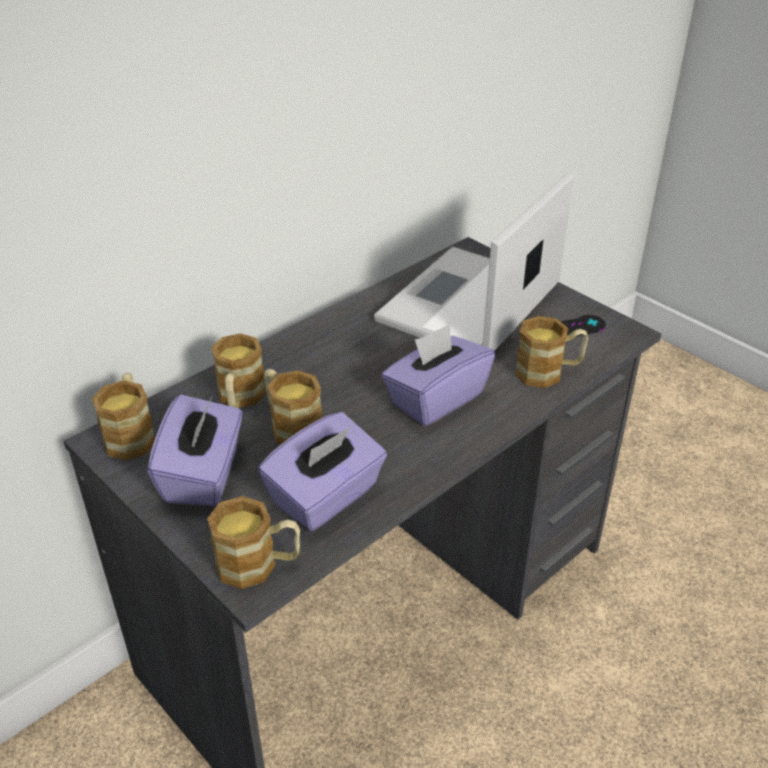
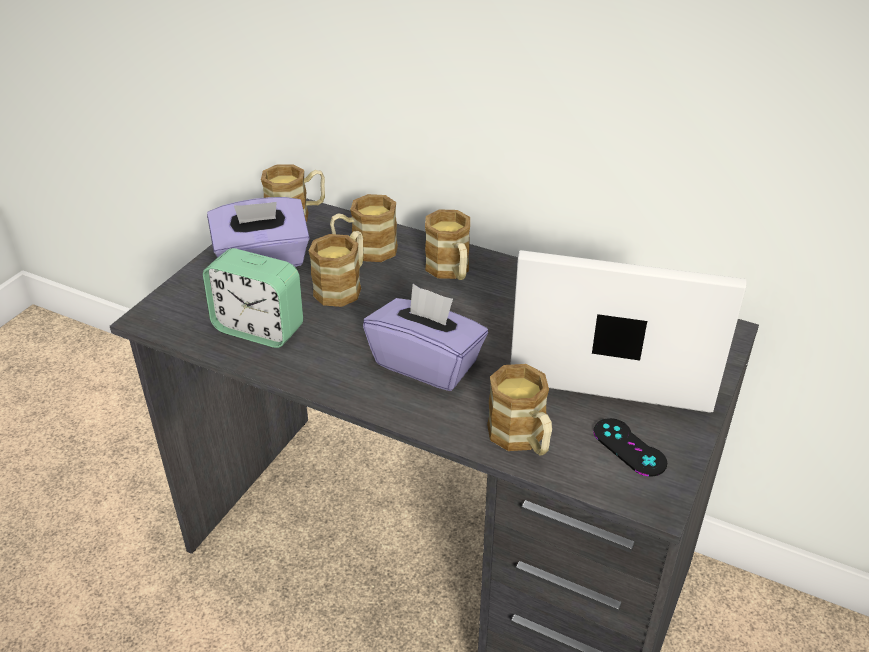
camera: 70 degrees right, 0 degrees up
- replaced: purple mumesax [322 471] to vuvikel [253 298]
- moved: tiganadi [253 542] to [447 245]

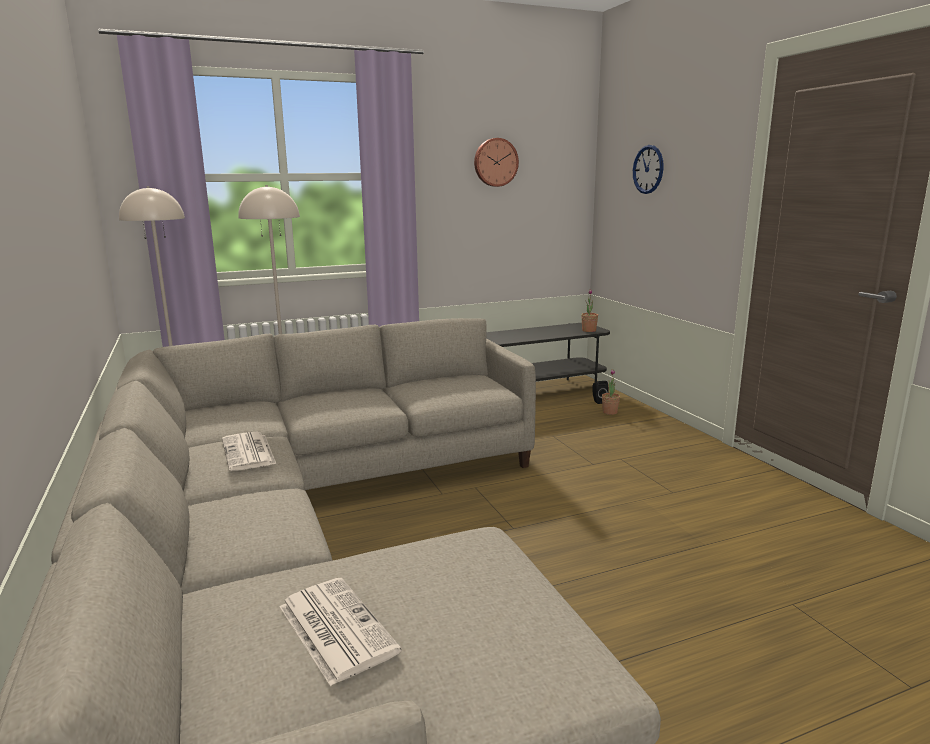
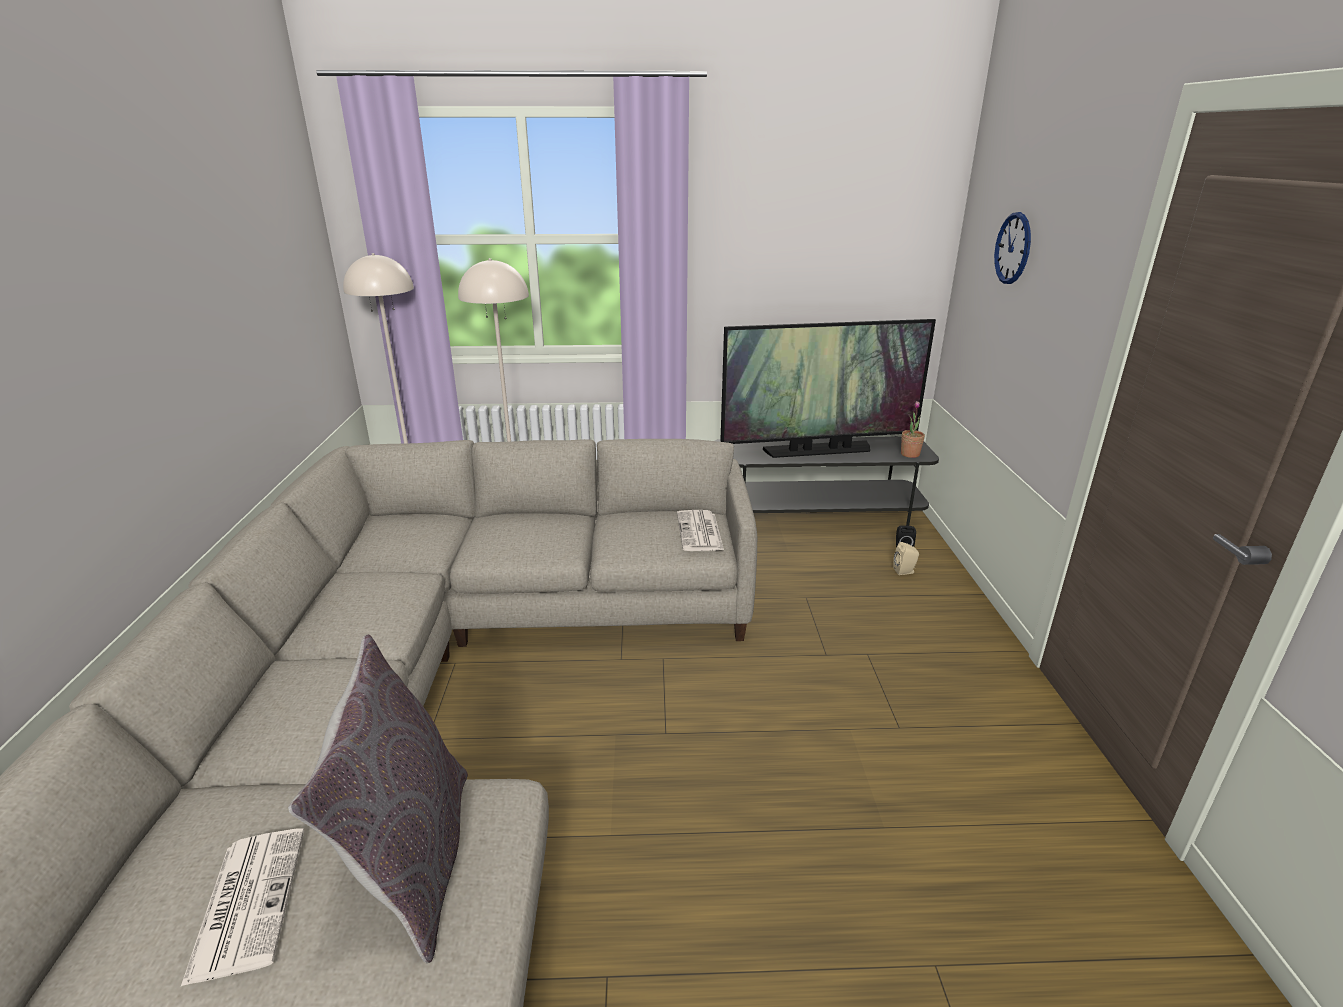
camera: 20 degrees right, 10 degrees up
- removed: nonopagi [496 162]
- replaced: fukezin [611 392] to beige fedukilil [906 558]
- moved: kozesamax [249 451] to [700 530]
- added: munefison [828 388]
- added: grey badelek [378 798]

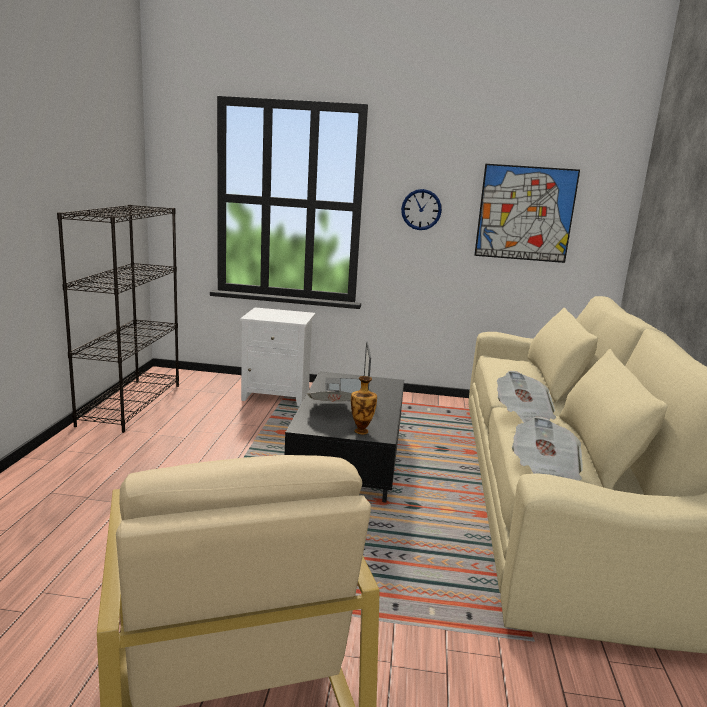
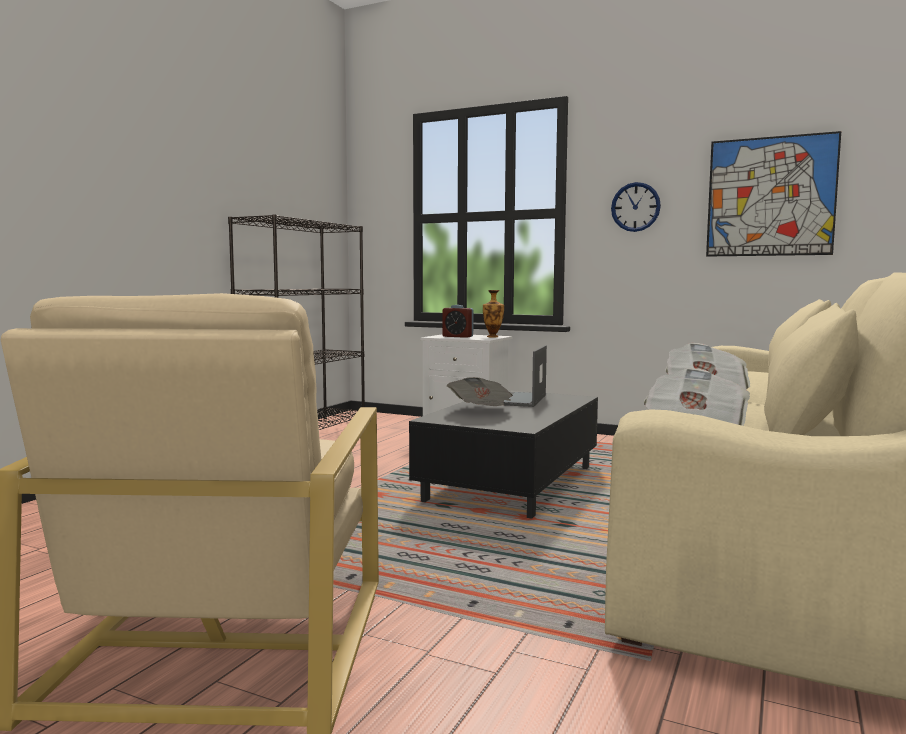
camera: 20 degrees right, 10 degrees down
- moved: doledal [364 405] to [493 313]
- added: vuvikel [458 321]

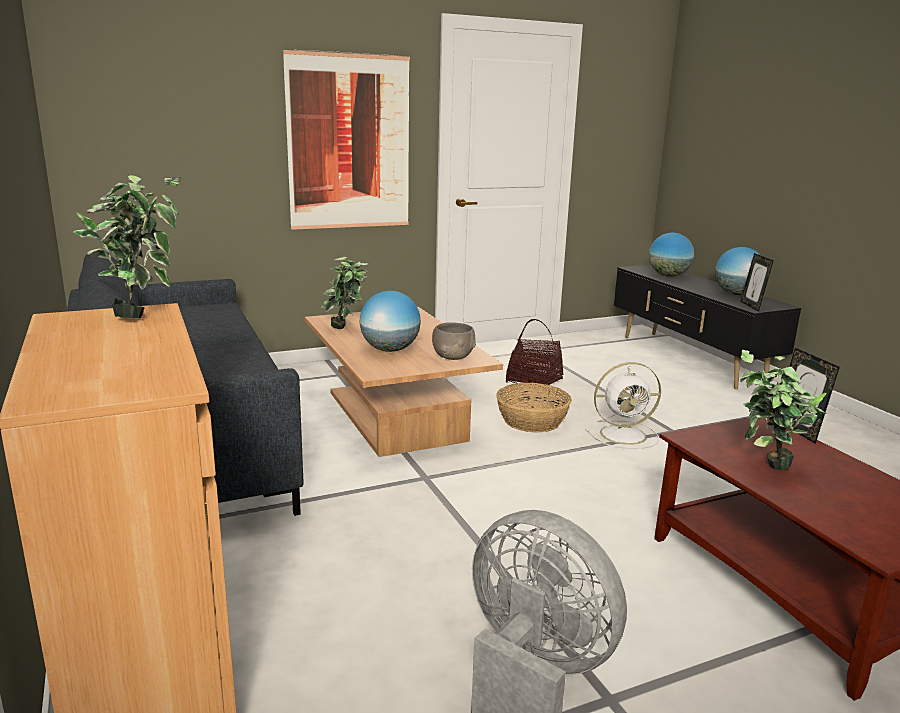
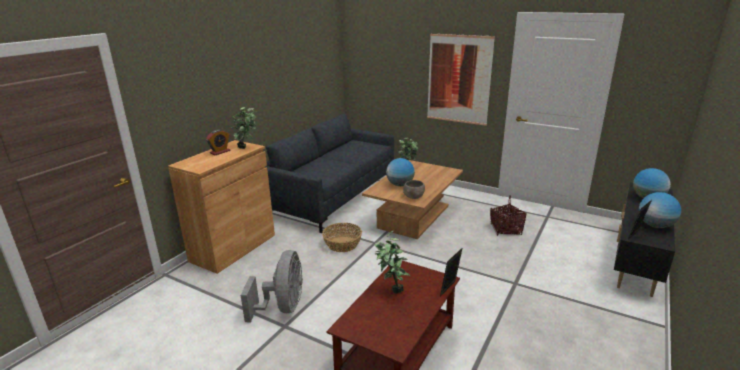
camera: 55 degrees right, 5 degrees up
- removed: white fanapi [623 405]
- moved: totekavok [534 408] to [342 237]
- added: vuvikel [218 142]

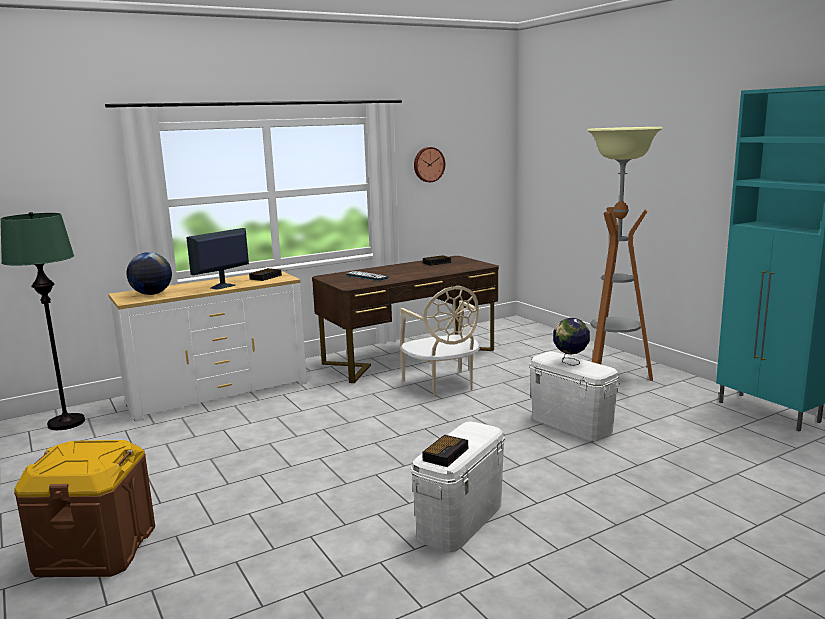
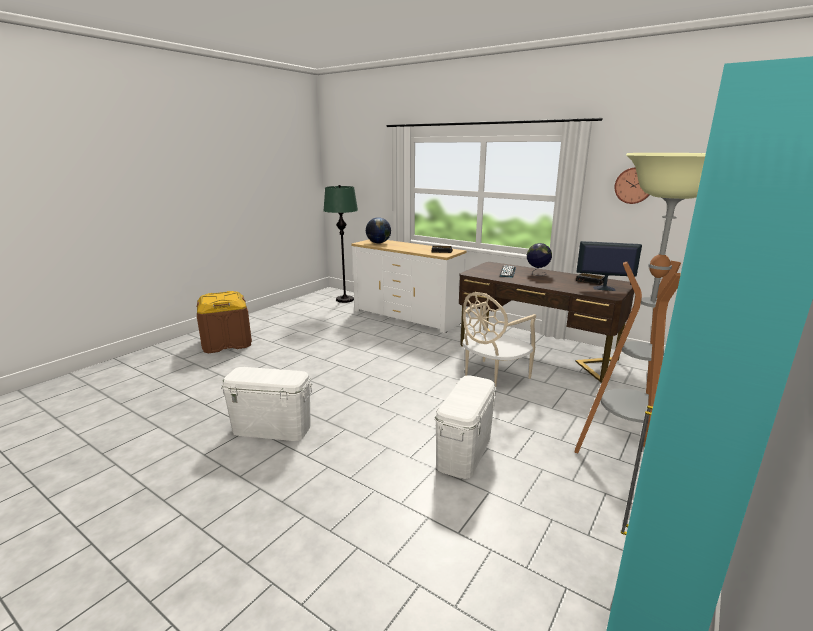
camera: 65 degrees right, 5 degrees up
- moved: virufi [217 259] to [609 266]
- moved: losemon [571 342] to [539 259]
- removed: vuvikel [445 451]

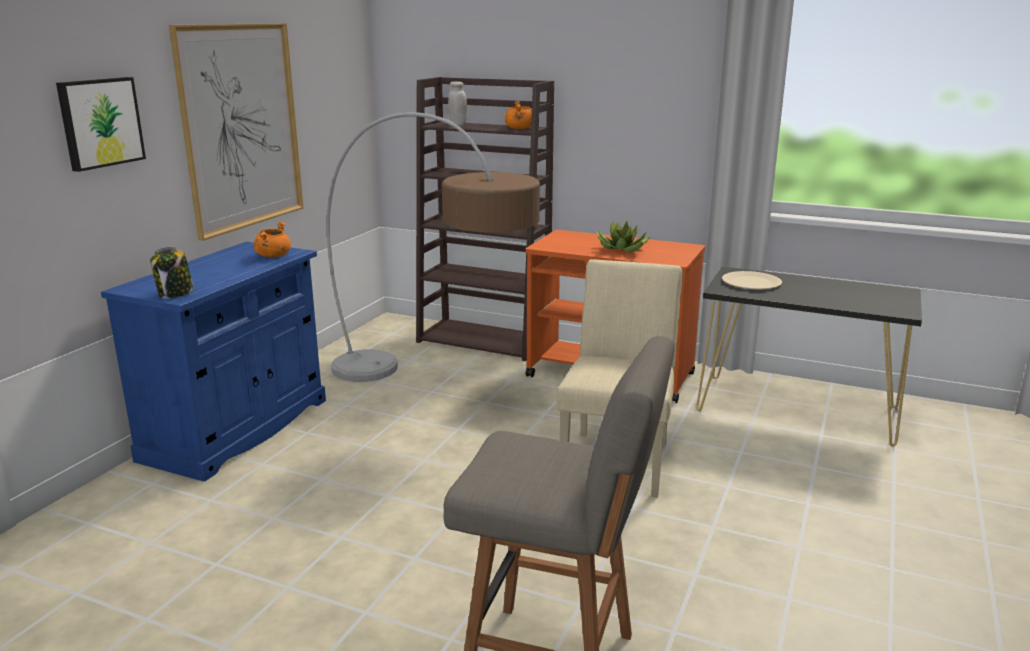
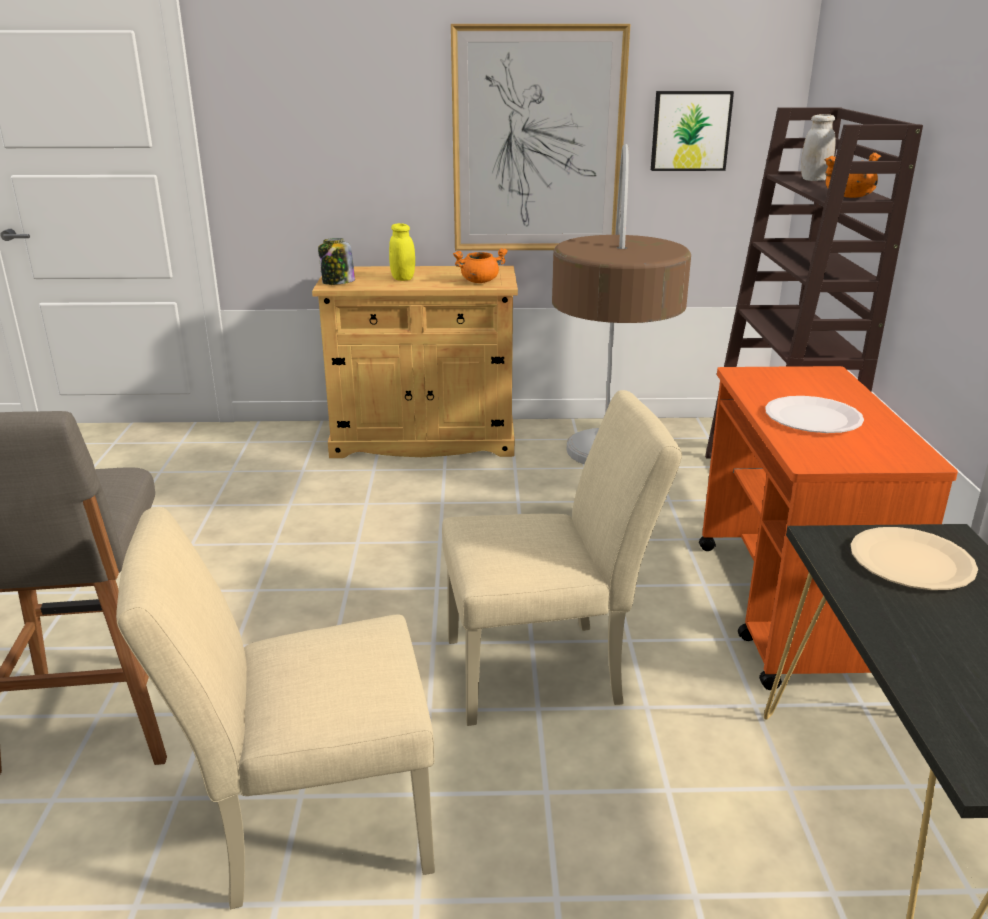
camera: 65 degrees right, 5 degrees up
- moved: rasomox [101 124] to [692 131]
- replaced: fukezin [623 236] to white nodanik [814 414]
- recoloured: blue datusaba [213 361] to beige datusaba [415 362]
- added: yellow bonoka [402 252]
- added: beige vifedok [275 708]

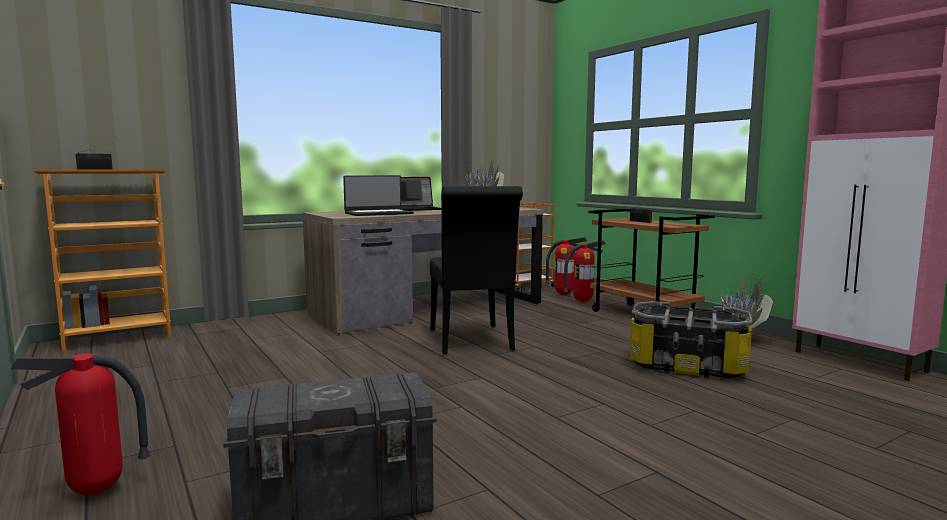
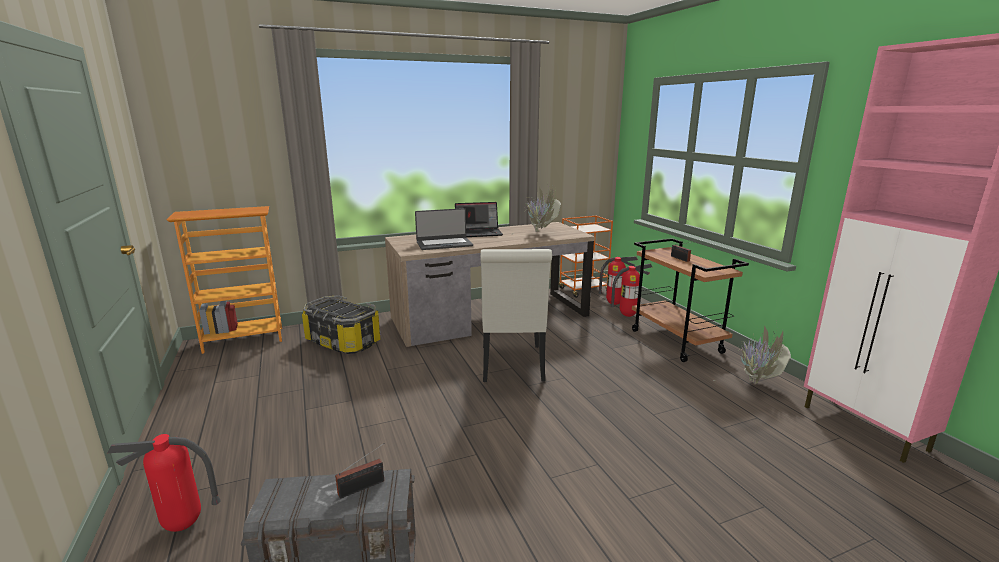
camera: 10 degrees right, 10 degrees up
- moved: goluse [94 156] to [360 471]
- recoloured: black vifedok [476 270] to white vifedok [516 315]
- moved: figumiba [691 339] to [341 324]

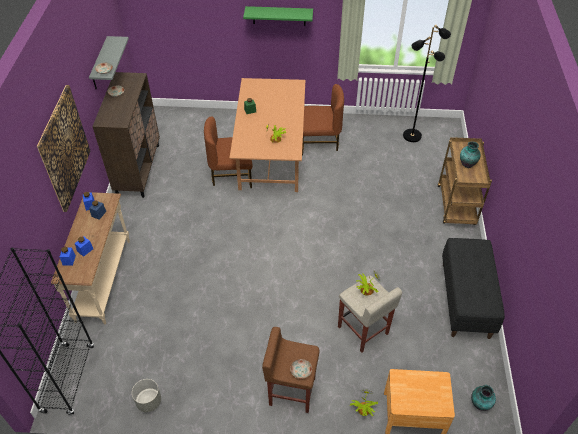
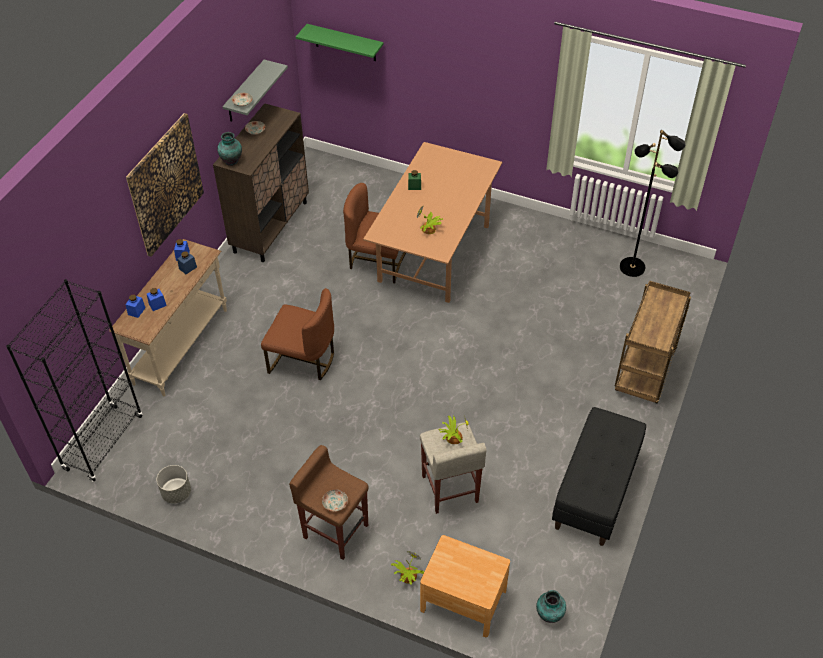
camera: 20 degrees right, 0 degrees up
- moved: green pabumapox [278 16] to [340 42]
- moved: brown vifedok [323 120] to [297 334]
- moved: doledal [470 154] to [229 149]

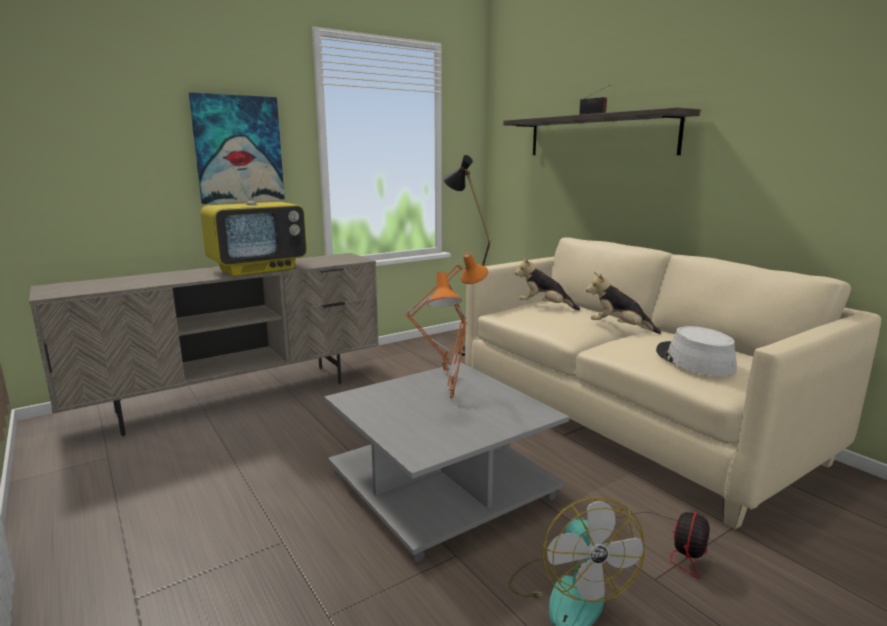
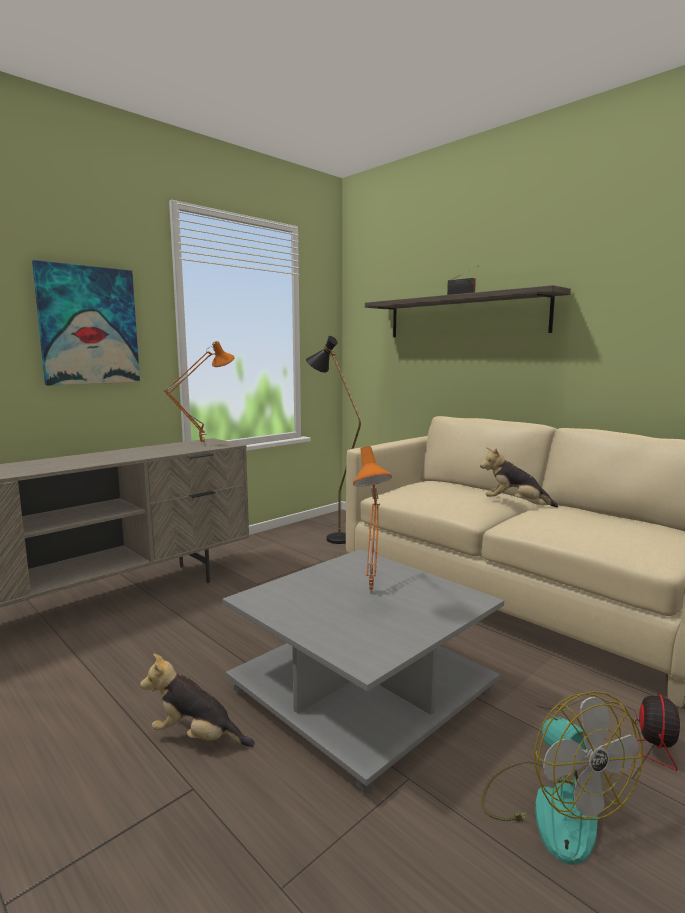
camera: 10 degrees left, 5 degrees down
- removed: munefison [253 220]
- moved: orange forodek [446 312] to [199 393]
- moved: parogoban [547 283] to [197 700]
- removed: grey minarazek [696 351]

